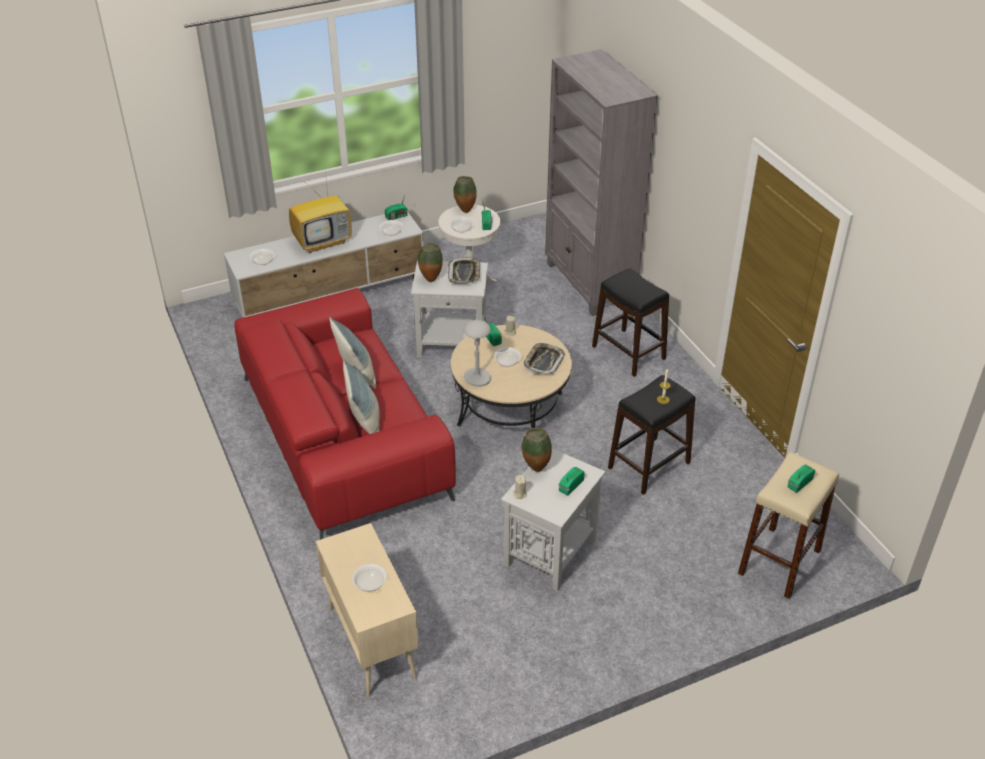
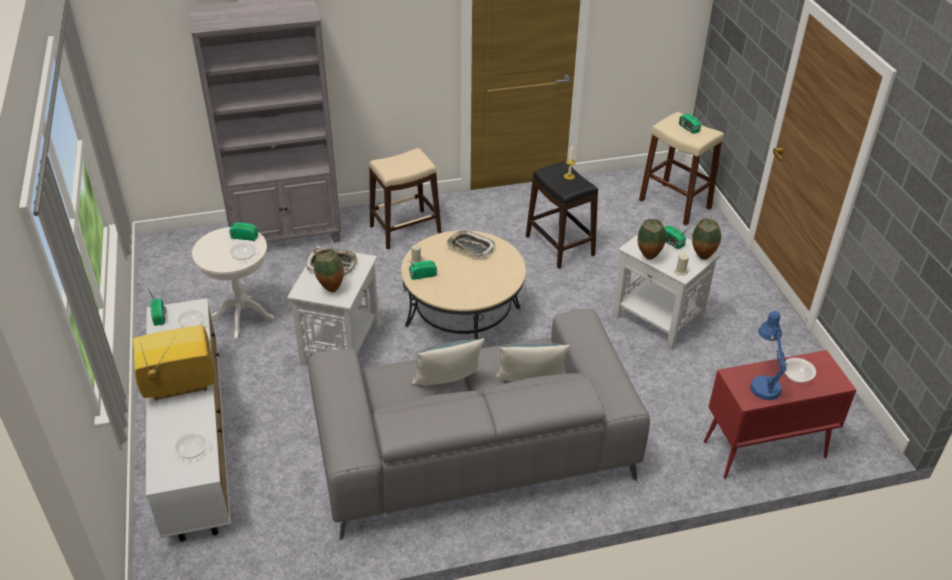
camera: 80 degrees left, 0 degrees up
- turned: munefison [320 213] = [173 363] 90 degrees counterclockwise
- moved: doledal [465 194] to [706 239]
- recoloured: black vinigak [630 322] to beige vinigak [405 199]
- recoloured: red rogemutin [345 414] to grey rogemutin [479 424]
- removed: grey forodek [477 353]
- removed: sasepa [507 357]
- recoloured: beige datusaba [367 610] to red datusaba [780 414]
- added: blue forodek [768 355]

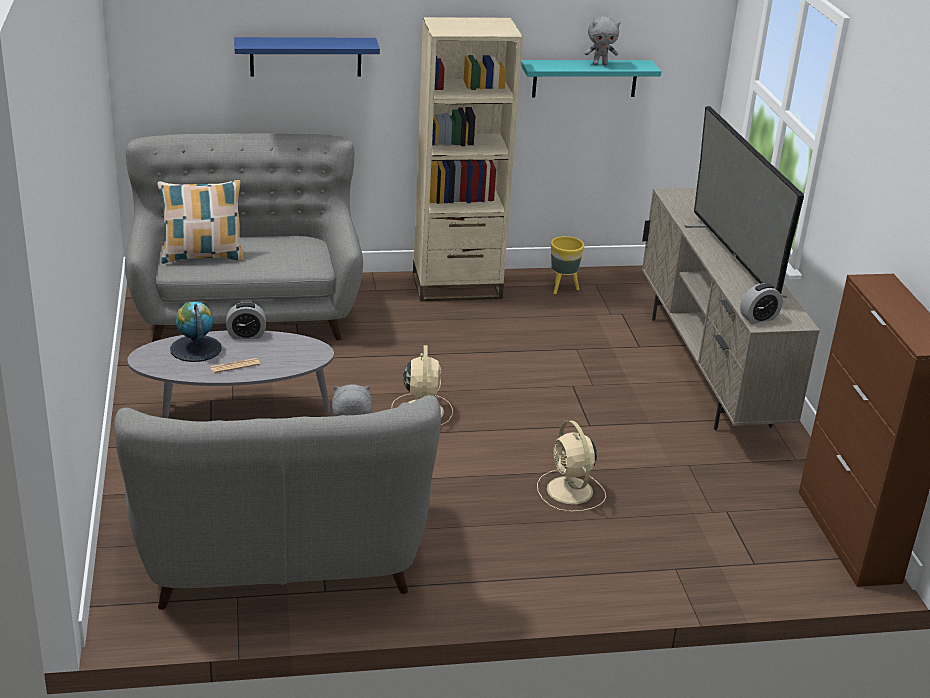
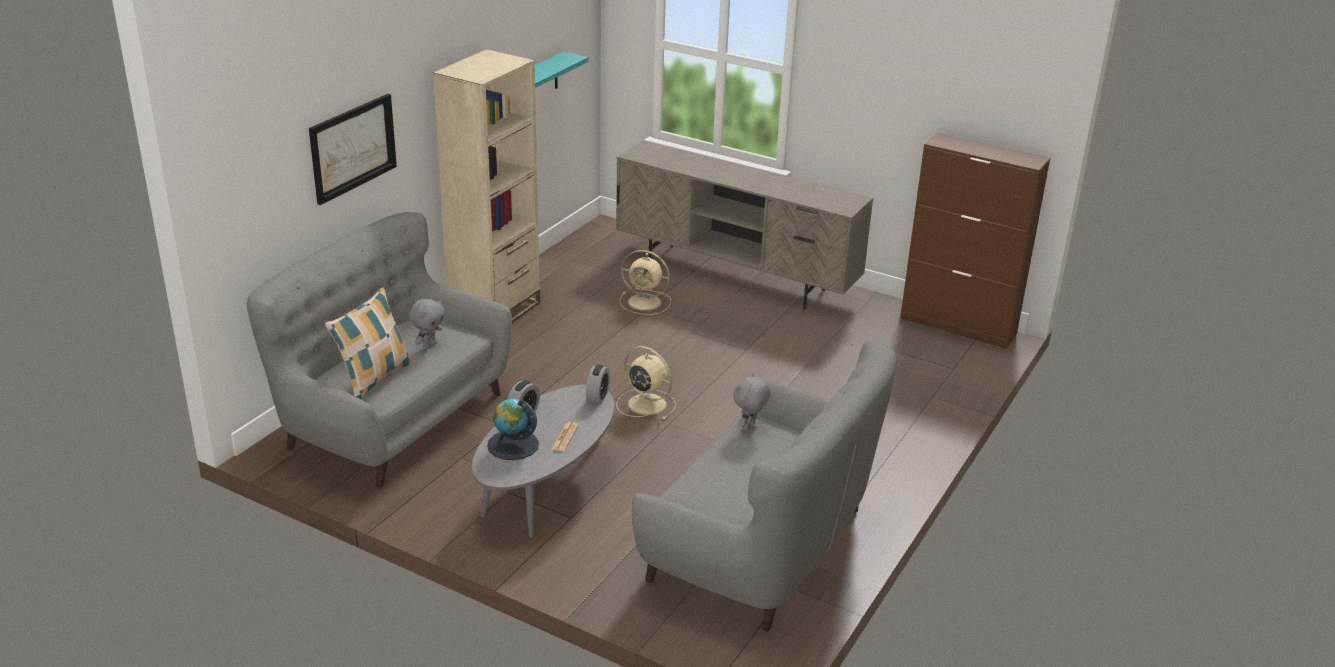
camera: 50 degrees left, 0 degrees up
- moved: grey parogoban [602 40] to [427 323]
- replaced: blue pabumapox [307 57] to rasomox [353 149]
- removed: munefison [744 202]
- removed: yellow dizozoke [567 265]
- moved: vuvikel [761 303] to [598 385]
- moved: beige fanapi [571 466] to [645 282]

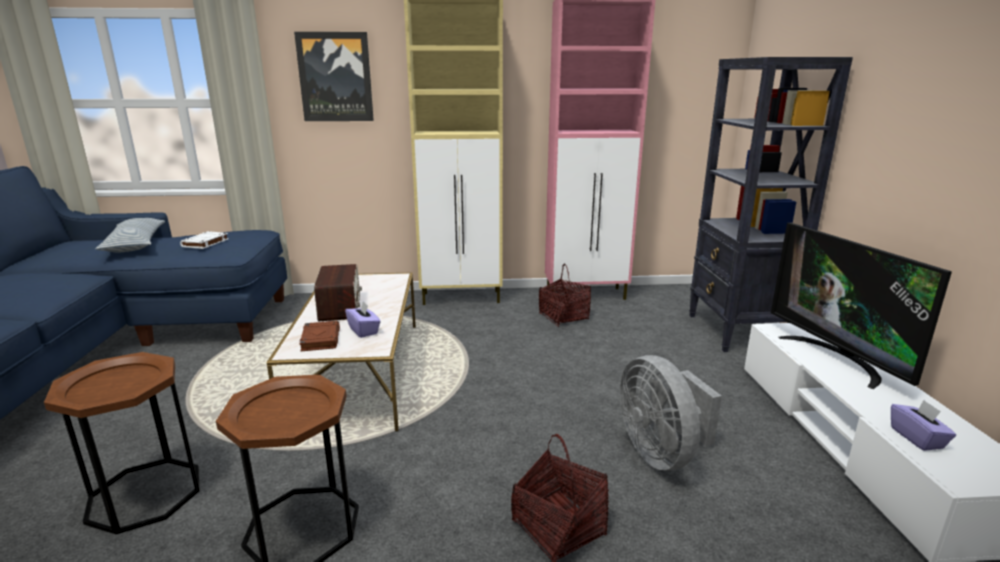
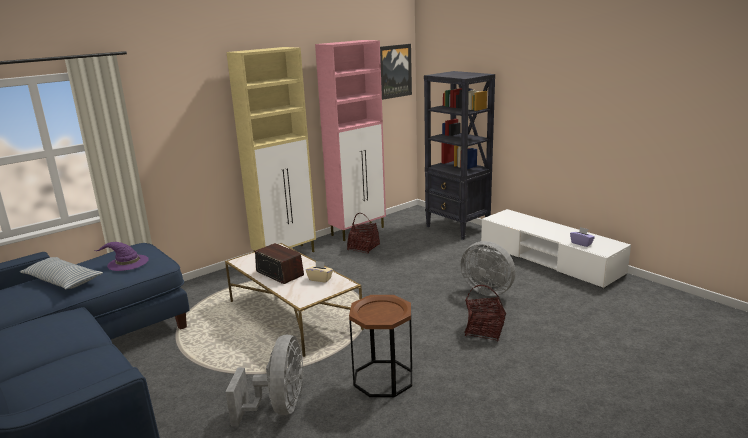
camera: 35 degrees left, 0 degrees up
- moved: rasomox [334 76] to [396 72]
- removed: munefison [861 306]
- replaced: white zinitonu [204 240] to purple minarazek [122 256]
- recoloured: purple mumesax [363 319] to beige mumesax [319 272]
- removed: brown zinitonu [320 336]
- replaced: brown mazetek [121 443] to grey fanapi [265 380]

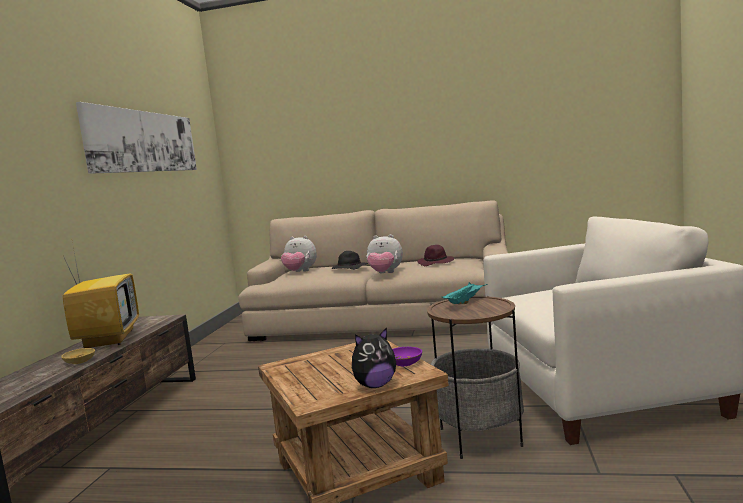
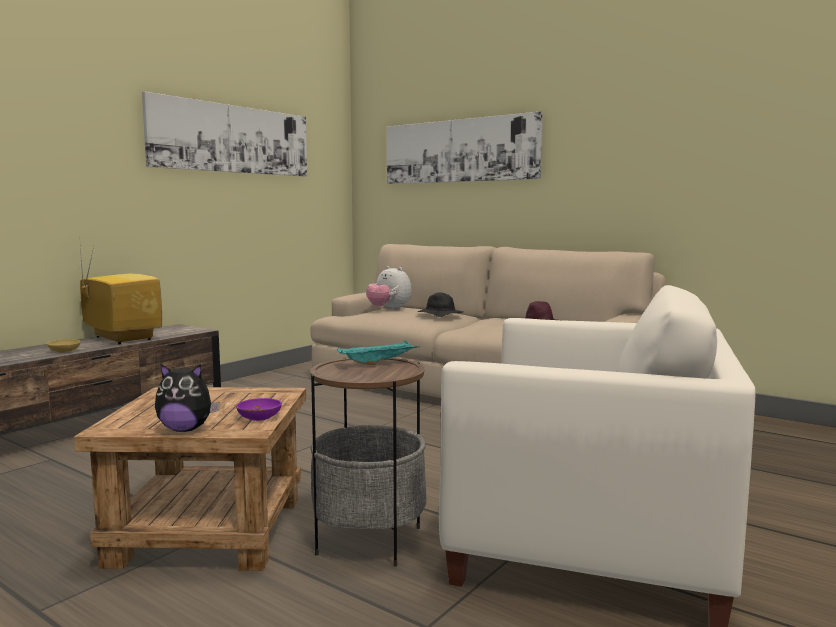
camera: 25 degrees right, 0 degrees up
- removed: parogoban [384 253]
- turned: munefison [101 295] = [120 289] 60 degrees counterclockwise
- added: rasomox [465 147]

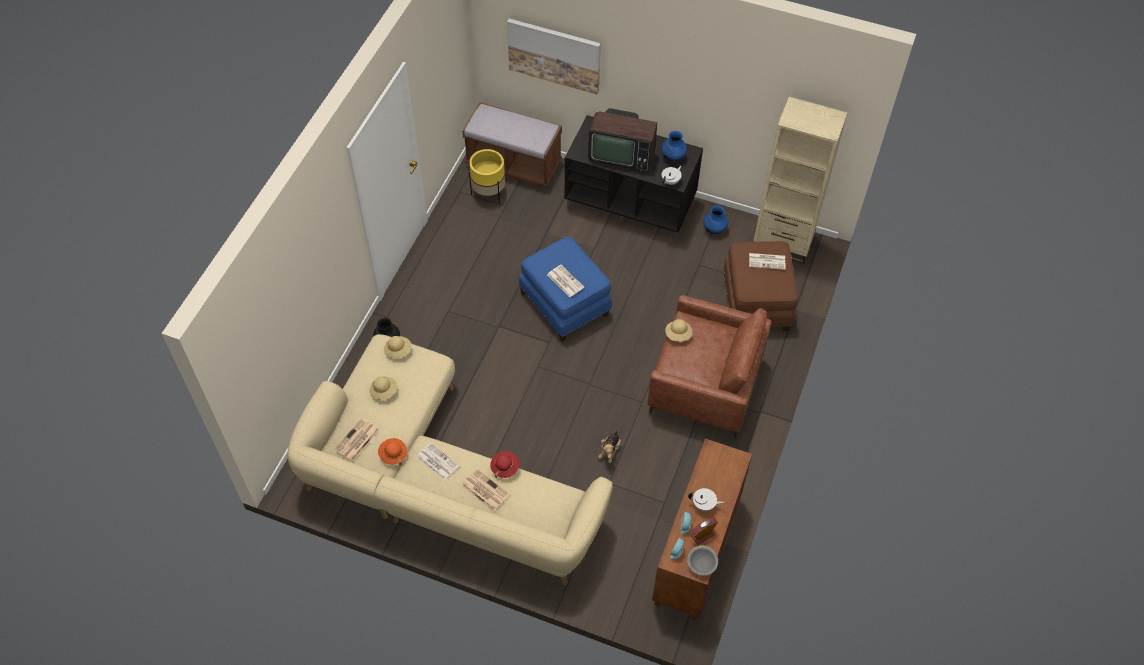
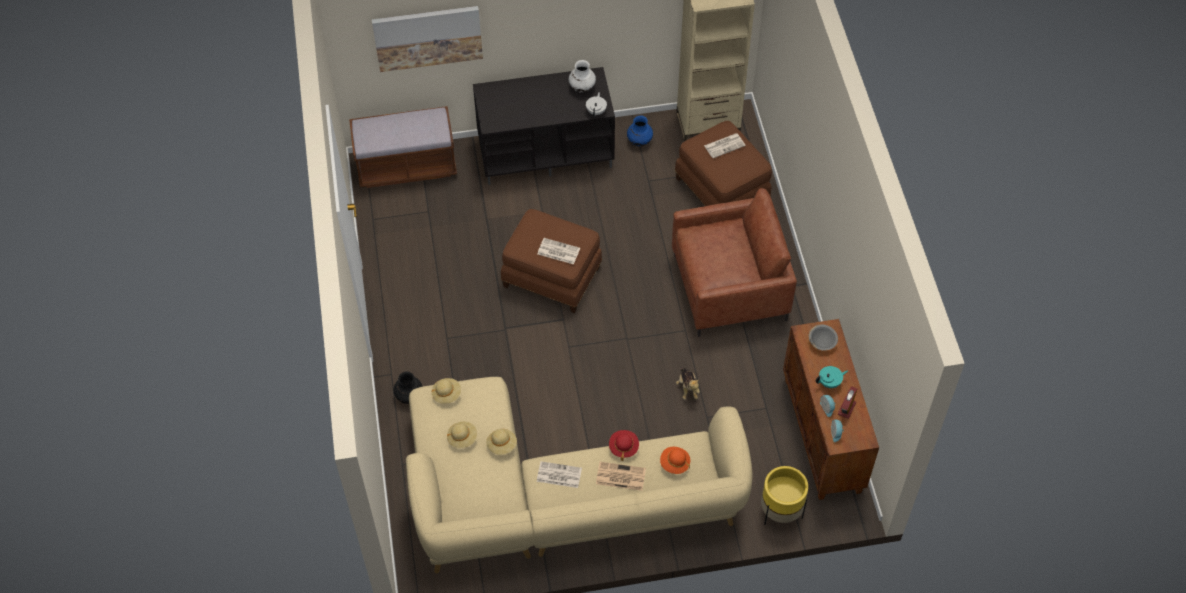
camera: 30 degrees left, 0 degrees up
- removed: munefison [622 140]
- recoloured: blue doledal [674 146] to white doledal [582 76]
- moved: yellow dizozoke [487 176] to [784 495]
- recoloured: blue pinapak [565 289] to brown pinapak [551 261]
- moved: beige minarazek [679 330] to [501 442]
- removed: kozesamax [356 440]
- moved: orange minarazek [392 451] to [675 460]
- recoloured: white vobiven [706 499] to turquoise vobiven [832 377]
- moved: grey sasepa [702 560] to [823 338]

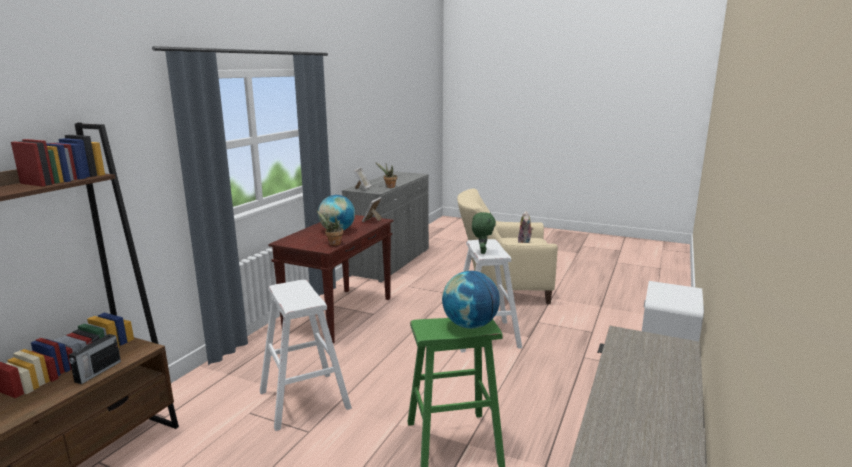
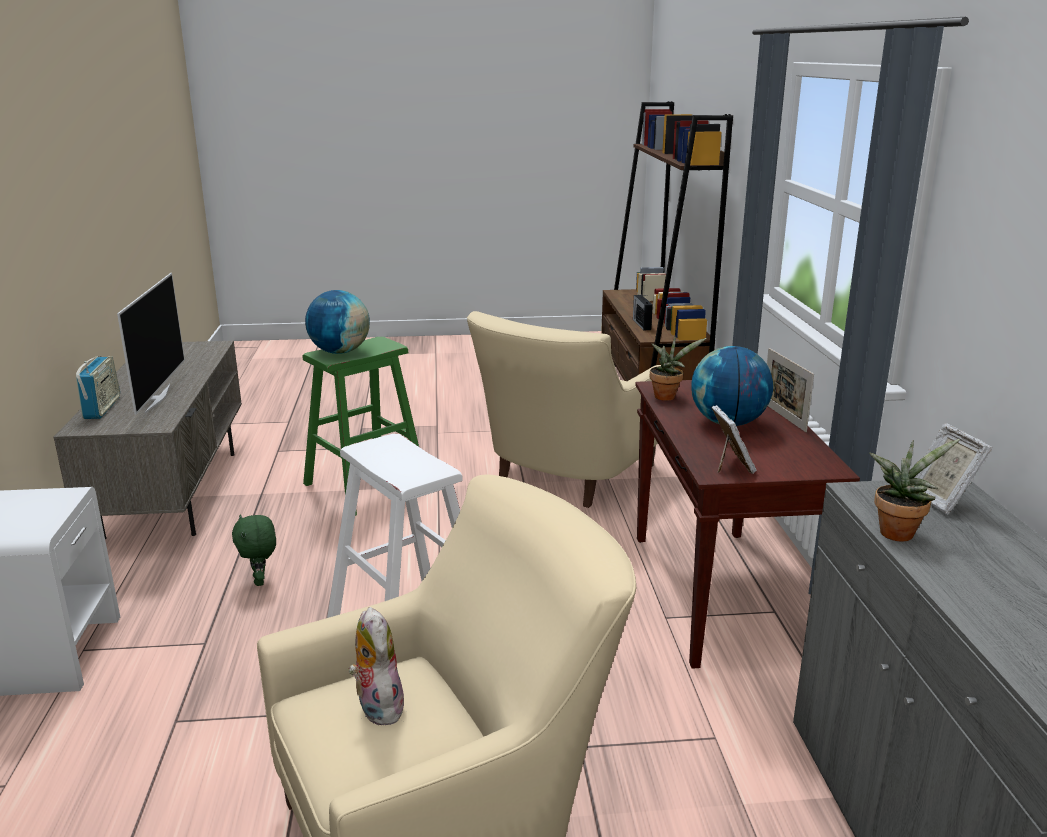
camera: 150 degrees right, 5 degrees up
- moved: green parogoban [484 233] to [254 550]
- replaced: white vinigak [306 355] to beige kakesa [564 409]
- added: munefison [151 344]
- added: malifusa [790 390]
- added: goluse [98 387]

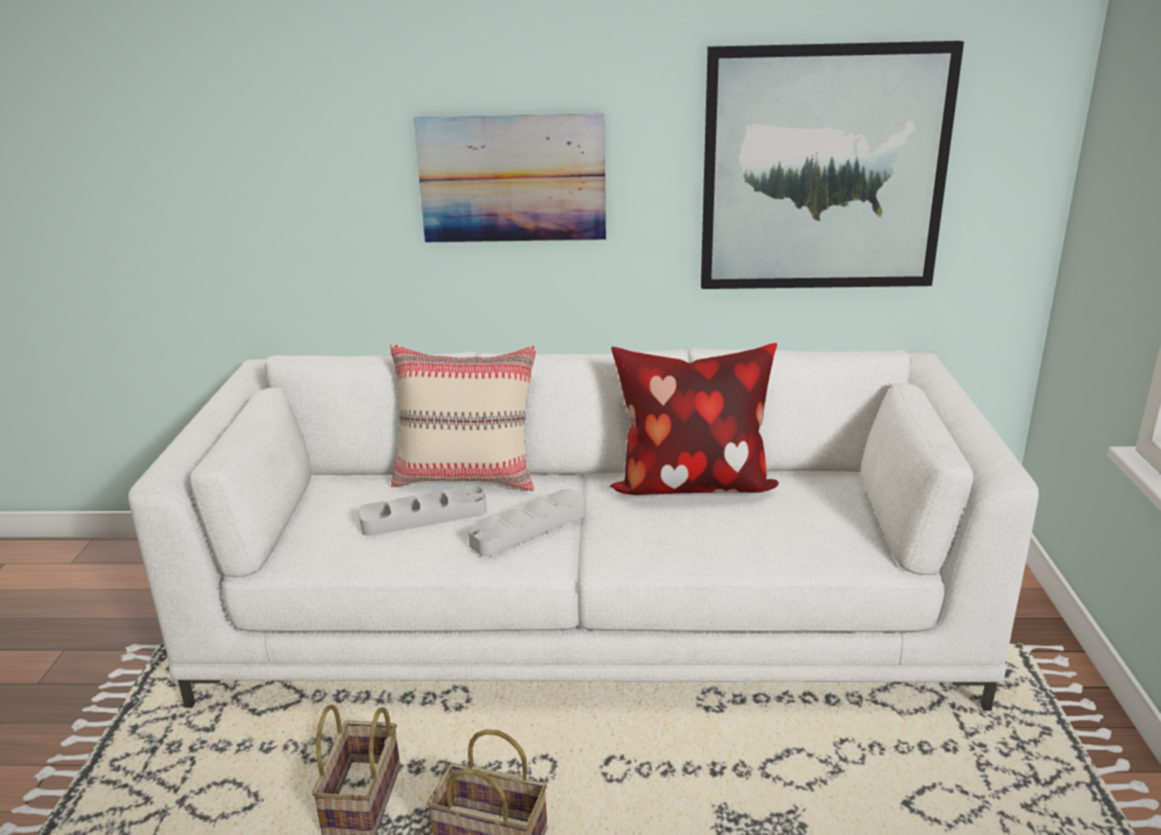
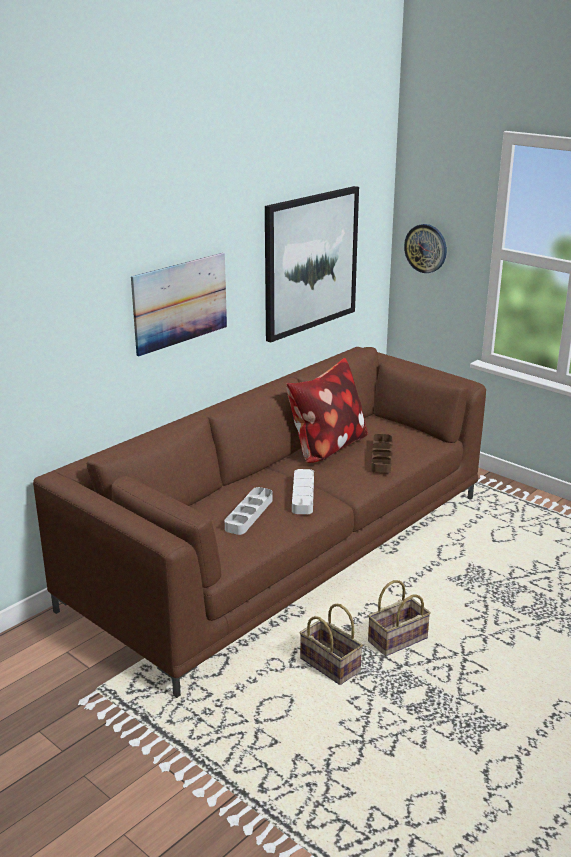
camera: 50 degrees left, 0 degrees up
- removed: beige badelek [463 417]
- recoloured: white rogemutin [583 529] to brown rogemutin [259 522]
- added: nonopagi [425 248]
- added: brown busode [381 453]

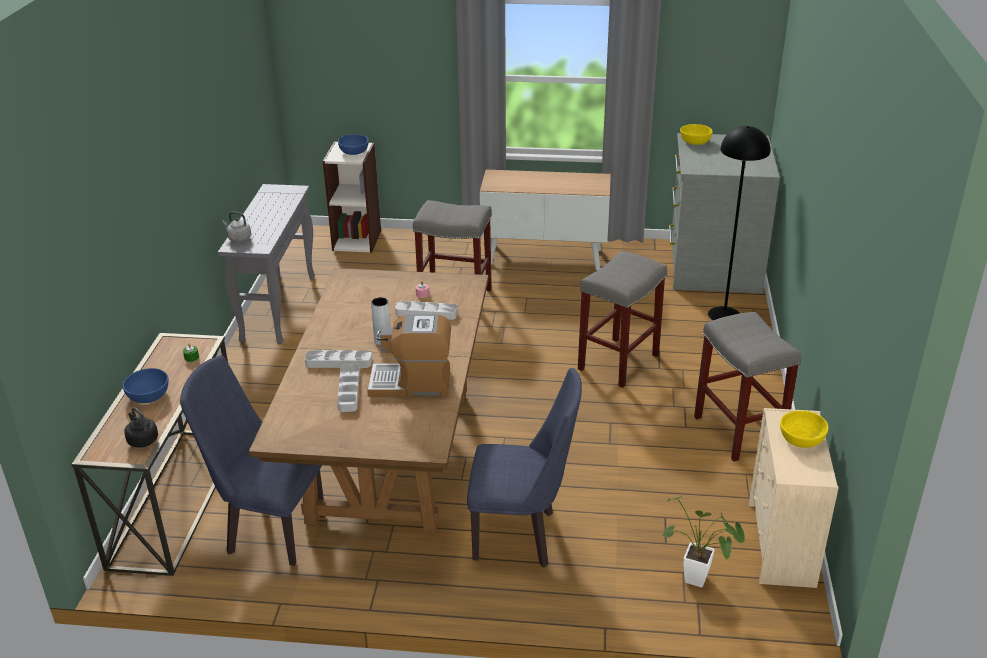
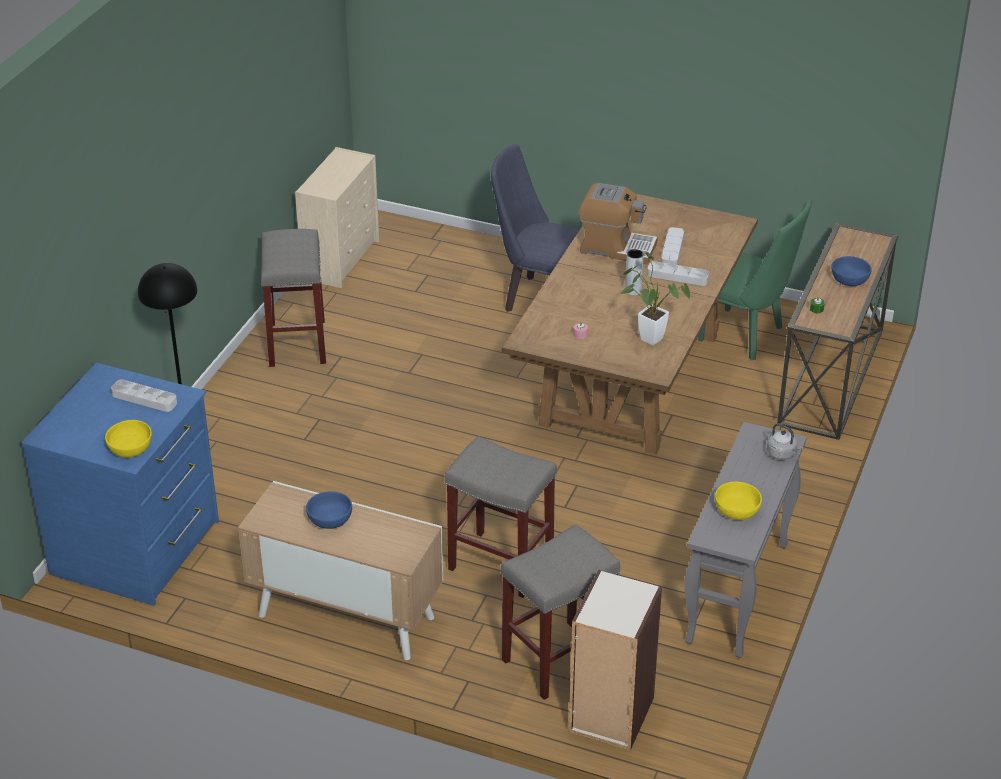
camera: 165 degrees left, 5 degrees up
- recoloured: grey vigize [724 213] to blue vigize [120 484]
- moved: blue sasepa [353 144] to [329 510]
- moved: grey vinigak [622 319] to [560 612]
- moved: grey busode [426 310] to [144 395]
- recoloured: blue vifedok [252 460] to green vifedok [755 279]
- removed: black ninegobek [141 427]
- moved: yellow sasepa [804 429] to [738 501]
- moved: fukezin [703 541] to [654 299]

